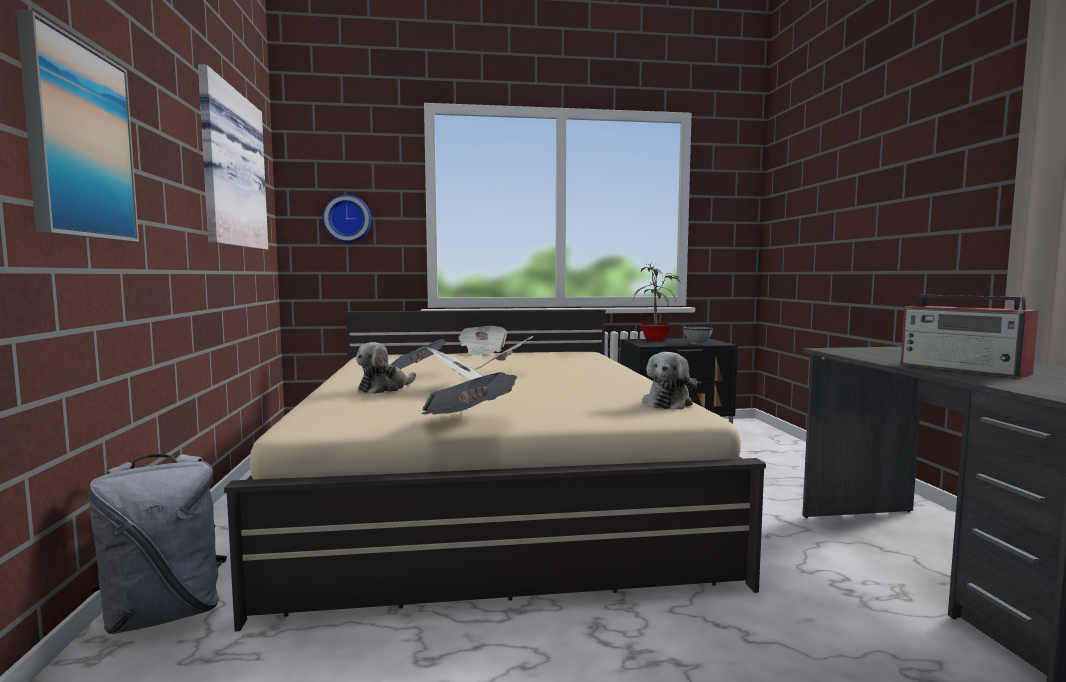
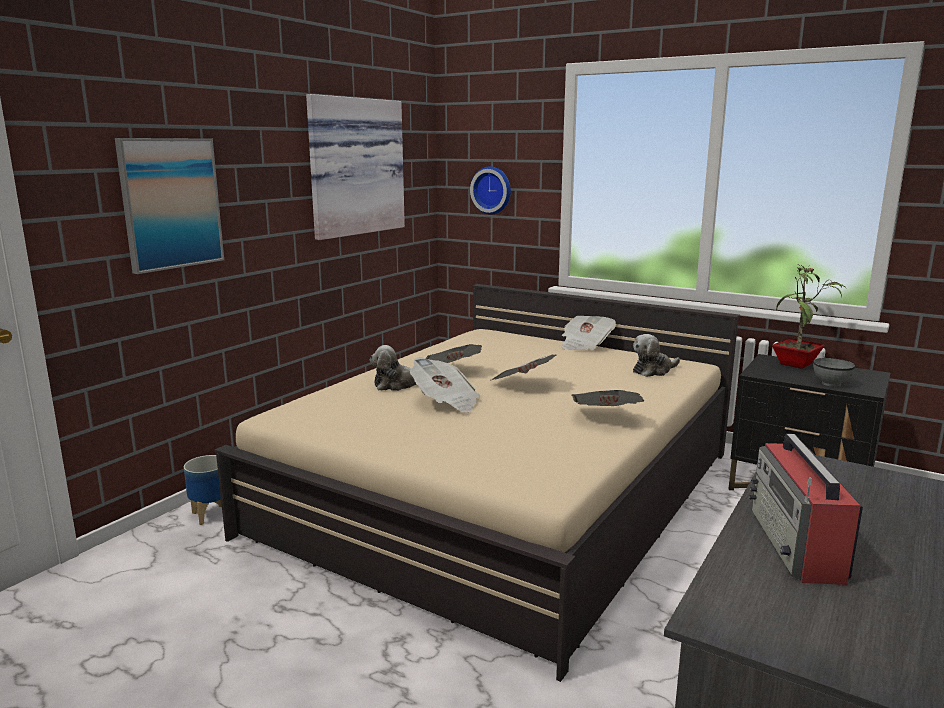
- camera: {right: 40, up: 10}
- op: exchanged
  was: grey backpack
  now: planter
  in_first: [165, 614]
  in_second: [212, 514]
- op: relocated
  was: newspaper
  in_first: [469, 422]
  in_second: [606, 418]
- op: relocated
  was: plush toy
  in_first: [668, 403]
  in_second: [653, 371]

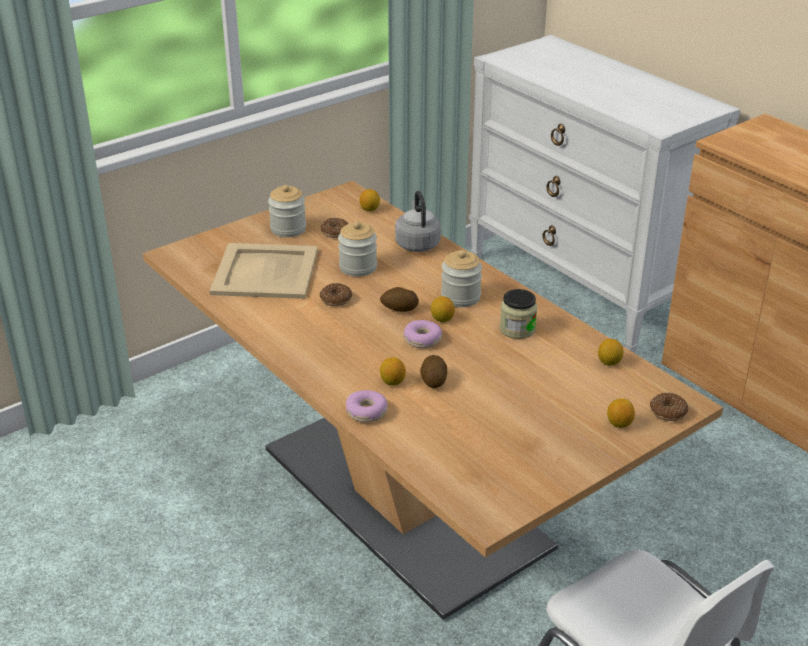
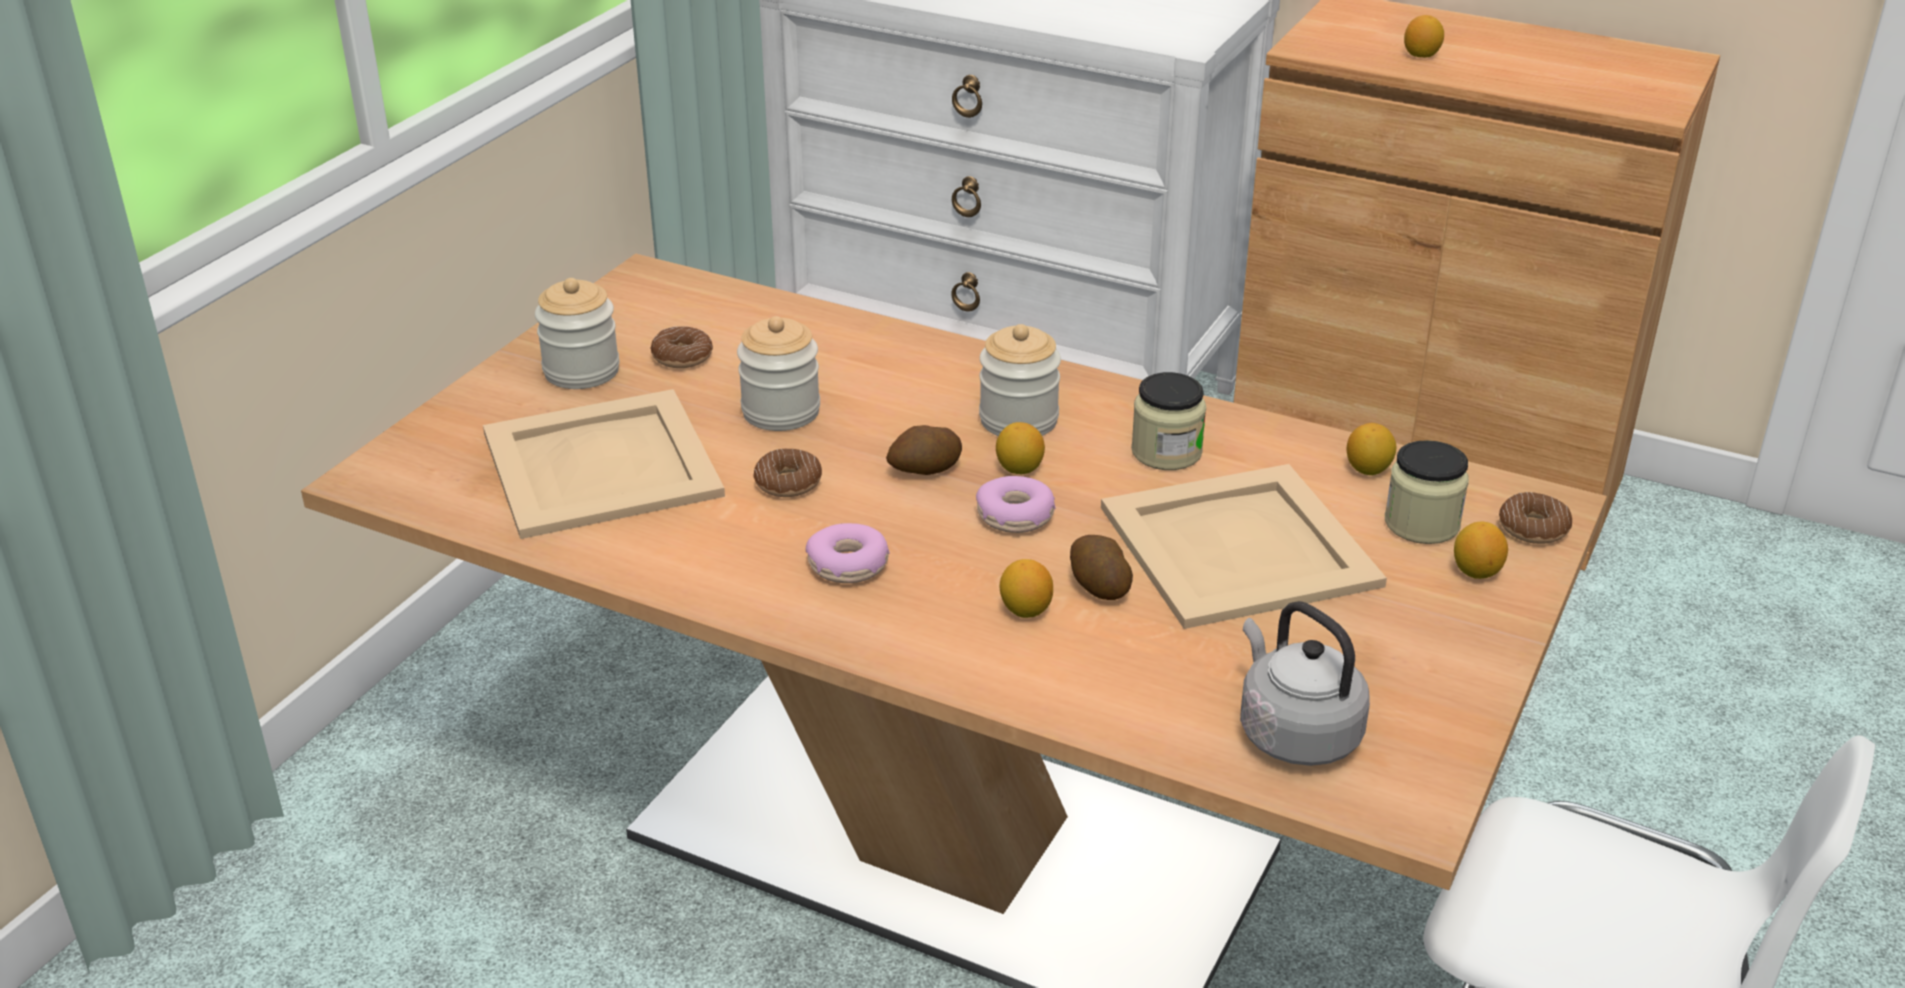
- camera: {right: -25, up: 0}
- op: relocated
  was: donut
  in_first: [366, 412]
  in_second: [848, 565]
- op: relocated
  was: lemon
  in_first: [370, 209]
  in_second: [1421, 55]
- op: relocated
  was: grey kettle
  in_first: [417, 243]
  in_second: [1294, 733]
- op: appeared
  now: beige tray
  in_second: [1241, 547]
- op: appeared
  now: jar
  in_second: [1421, 524]

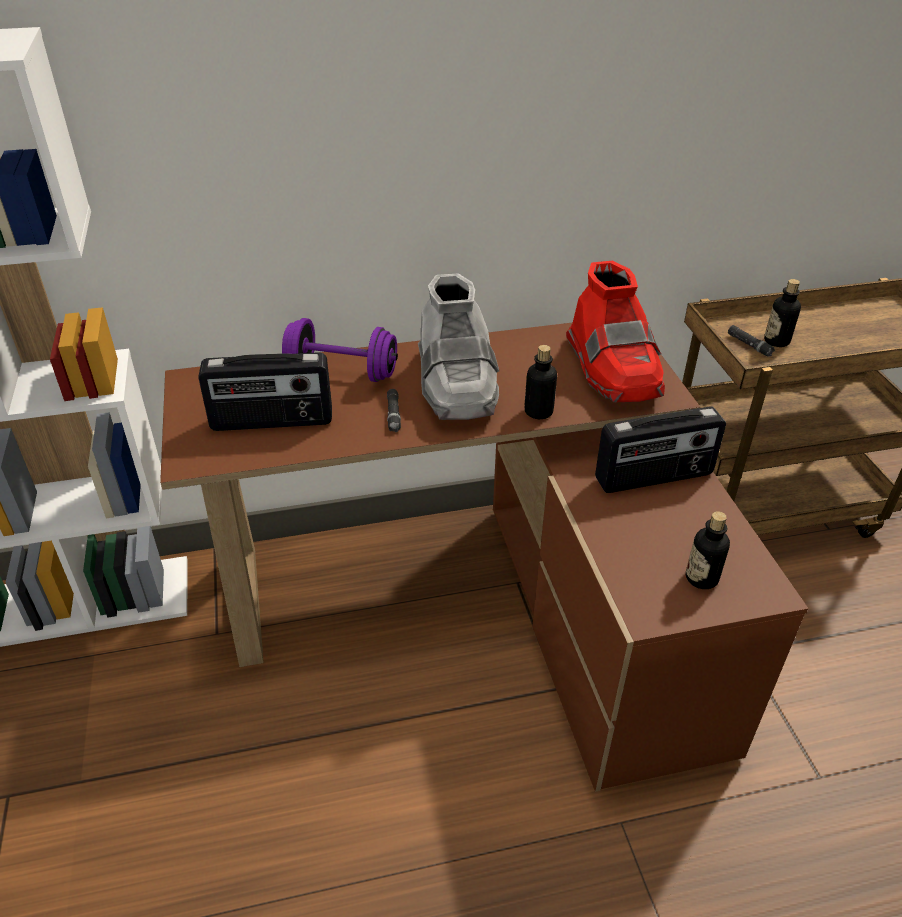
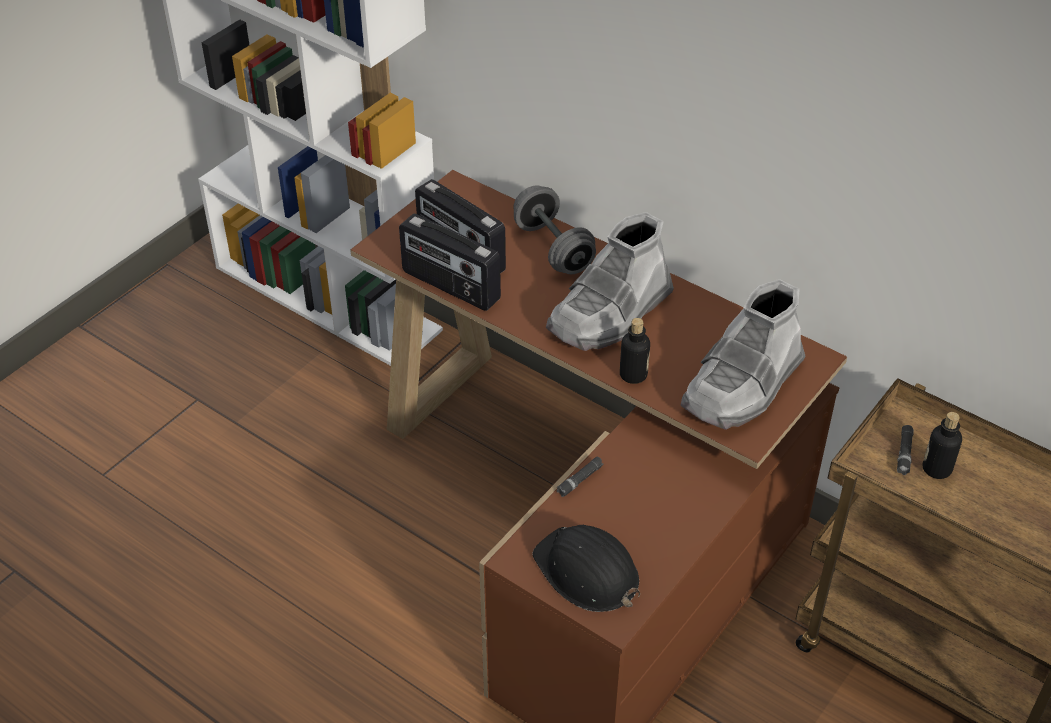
- camera: {right: 50, up: 5}
- op: colour
  was: purple dumbbell
  now: grey dumbbell
  in_first: [342, 372]
  in_second: [553, 248]
- op: relocated
  was: black flashlight
  in_first: [393, 414]
  in_second: [580, 480]
- op: colour
  was: red boot
  now: grey boot
  in_first: [612, 370]
  in_second: [743, 386]
- op: relocated
  was: radio
  in_first: [654, 477]
  in_second: [450, 286]
- op: exchanged
  was: bottle
  now: black hard hat
  in_first: [701, 578]
  in_second: [587, 572]

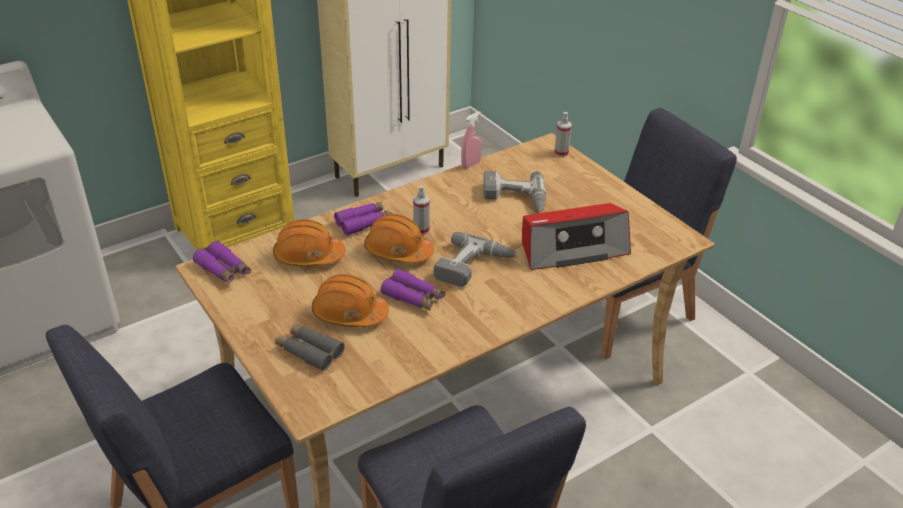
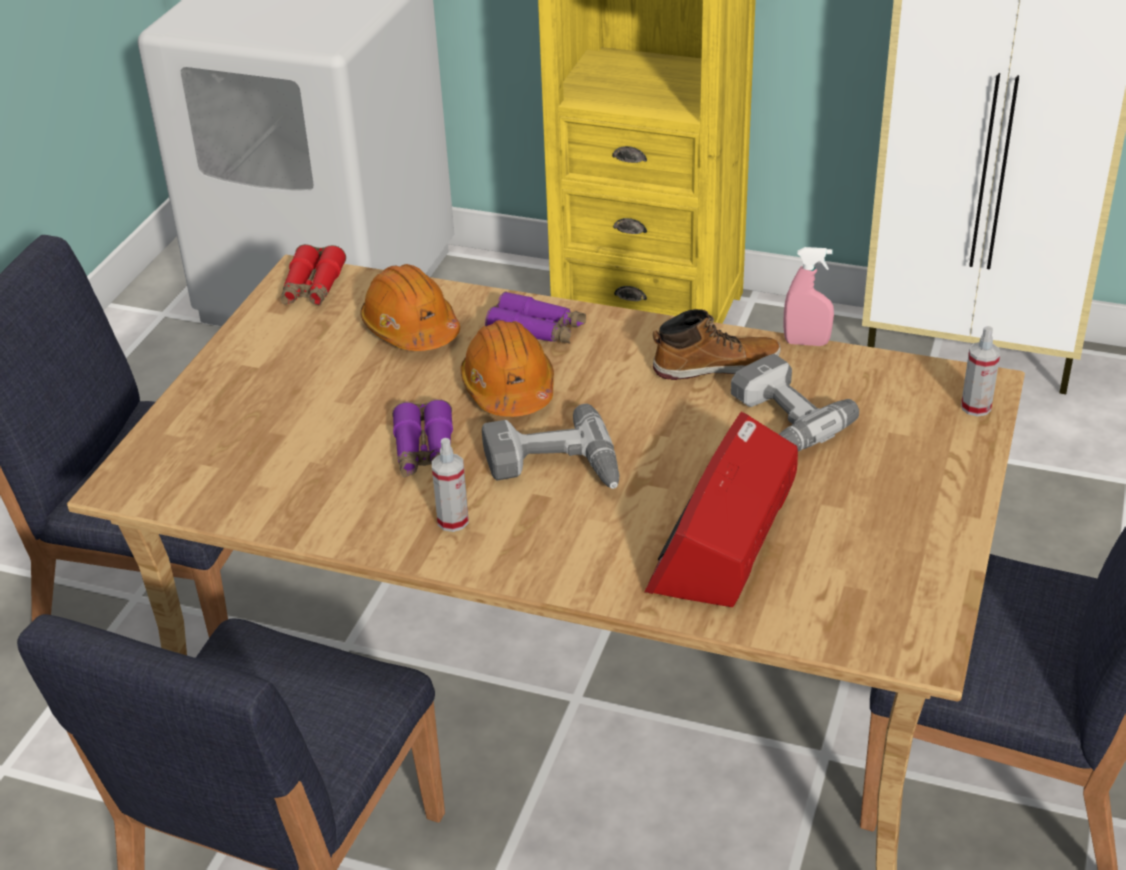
- camera: {right: 55, up: 0}
- op: colour
  was: purple binoculars
  now: red binoculars
  in_first: [223, 269]
  in_second: [312, 287]
- op: missing
  was: grey binoculars
  in_first: [309, 351]
- op: missing
  was: orange hard hat
  in_first: [349, 313]
- op: relocated
  was: spray bottle
  in_first: [421, 230]
  in_second: [453, 521]
- op: spun
  was: radio
  in_first: [572, 248]
  in_second: [724, 538]
  clockwise: 75
- op: appeared
  now: boot
  in_second: [715, 365]

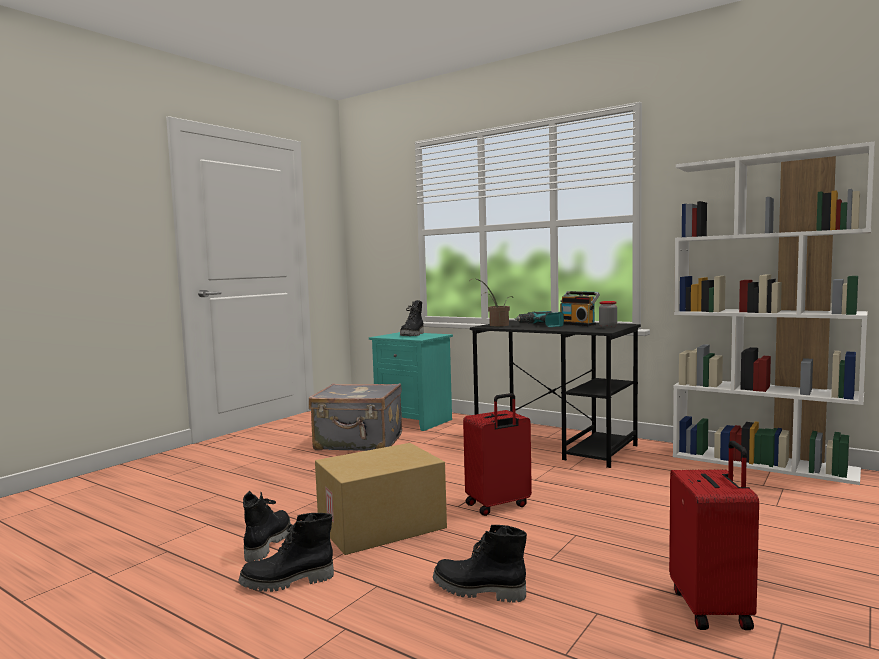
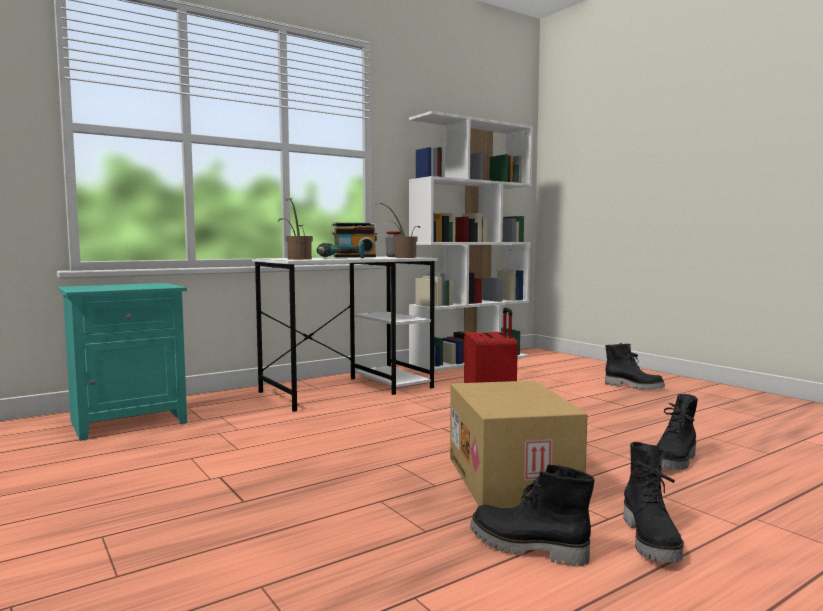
- camera: {right: -70, up: 0}
- op: missing
  was: grey suitcase
  in_first: [359, 443]
- op: relocated
  was: black boot
  in_first: [413, 335]
  in_second: [634, 386]
- op: colour
  was: black desk
  now: white desk
  in_first: [556, 445]
  in_second: [348, 389]
- op: missing
  was: red suitcase
  in_first: [712, 608]
- op: appeared
  now: potted plant
  in_second: [402, 257]

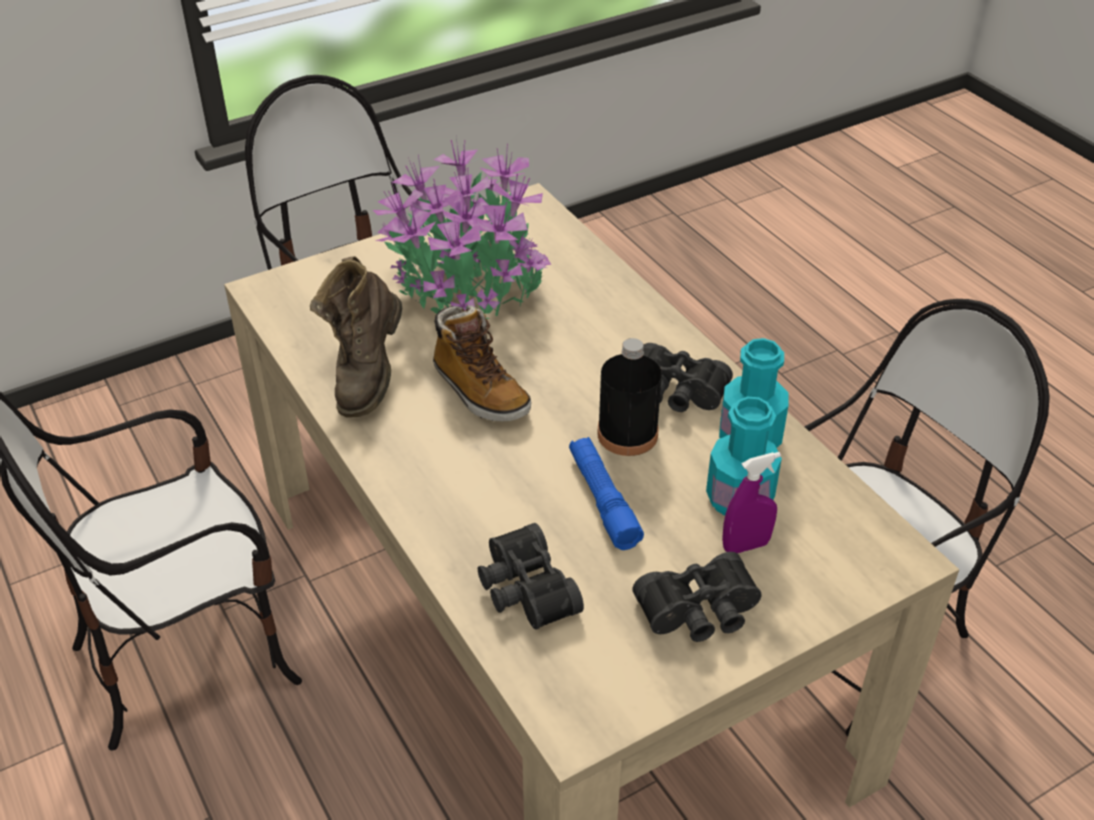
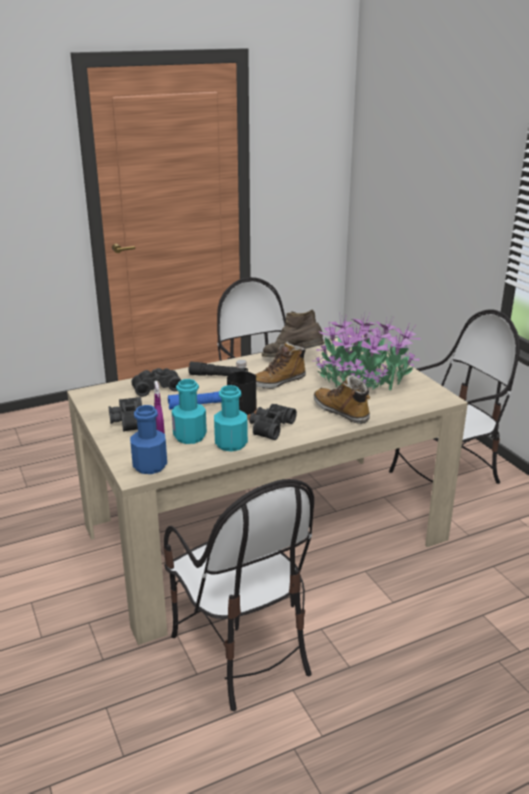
- camera: {right: 95, up: -15}
- op: appeared
  now: blue bottle
  in_second: [150, 466]
- op: appeared
  now: black flashlight
  in_second: [218, 376]
- op: appeared
  now: boot
  in_second: [341, 412]

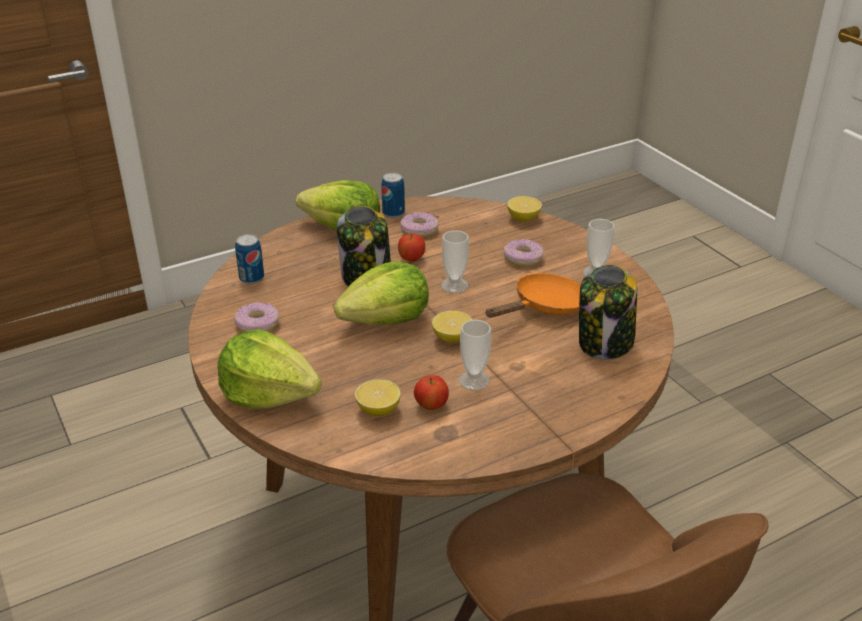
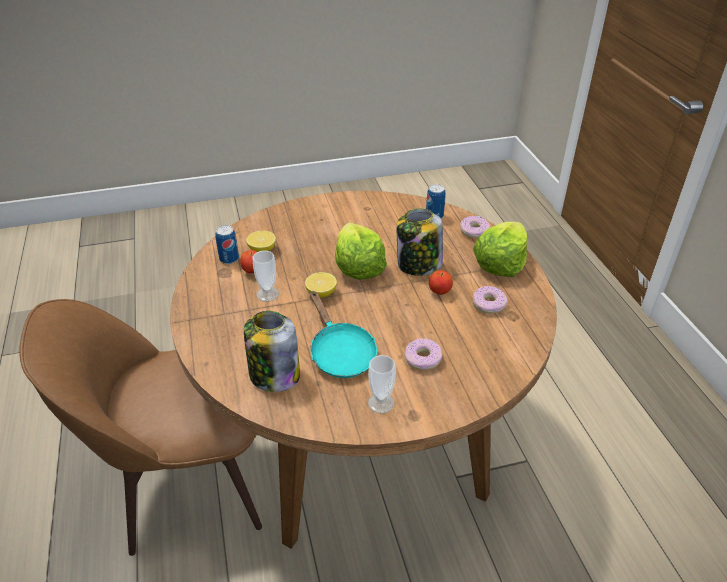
- camera: {right: 105, up: 5}
- op: missing
  was: lettuce
  in_first: [269, 394]
- op: relocated
  was: donut
  in_first: [257, 324]
  in_second: [474, 231]
- op: relocated
  was: can
  in_first: [393, 213]
  in_second: [229, 259]
- op: missing
  was: cup
  in_first: [454, 285]
- op: colour
  was: orange frying pan
  now: turquoise frying pan
  in_first: [545, 307]
  in_second: [340, 353]
- op: missing
  was: lemon
  in_first: [523, 218]

